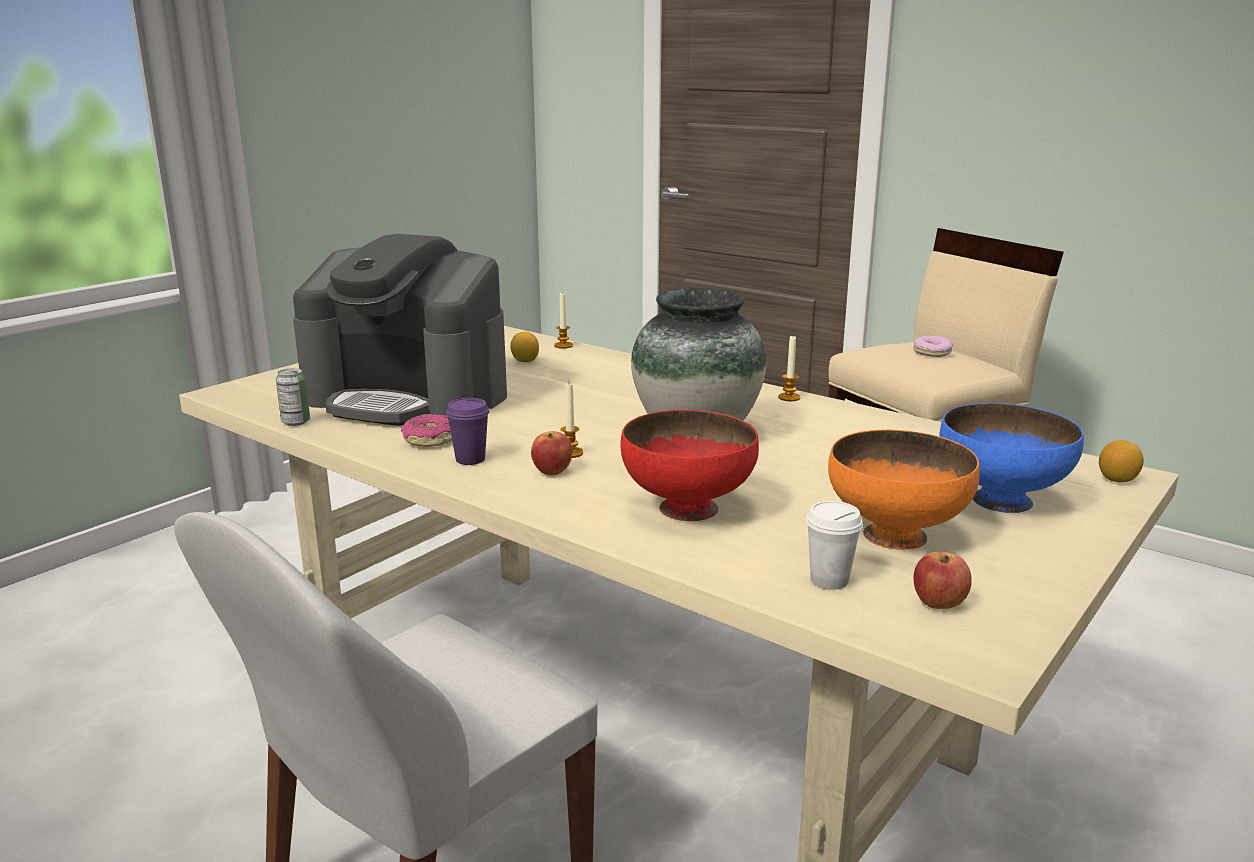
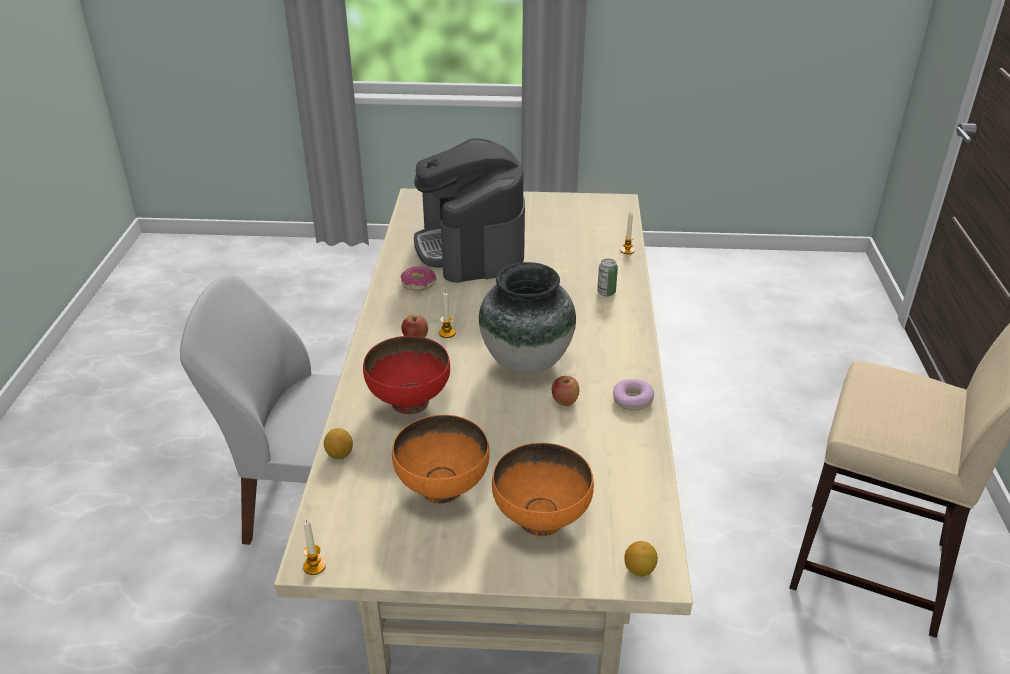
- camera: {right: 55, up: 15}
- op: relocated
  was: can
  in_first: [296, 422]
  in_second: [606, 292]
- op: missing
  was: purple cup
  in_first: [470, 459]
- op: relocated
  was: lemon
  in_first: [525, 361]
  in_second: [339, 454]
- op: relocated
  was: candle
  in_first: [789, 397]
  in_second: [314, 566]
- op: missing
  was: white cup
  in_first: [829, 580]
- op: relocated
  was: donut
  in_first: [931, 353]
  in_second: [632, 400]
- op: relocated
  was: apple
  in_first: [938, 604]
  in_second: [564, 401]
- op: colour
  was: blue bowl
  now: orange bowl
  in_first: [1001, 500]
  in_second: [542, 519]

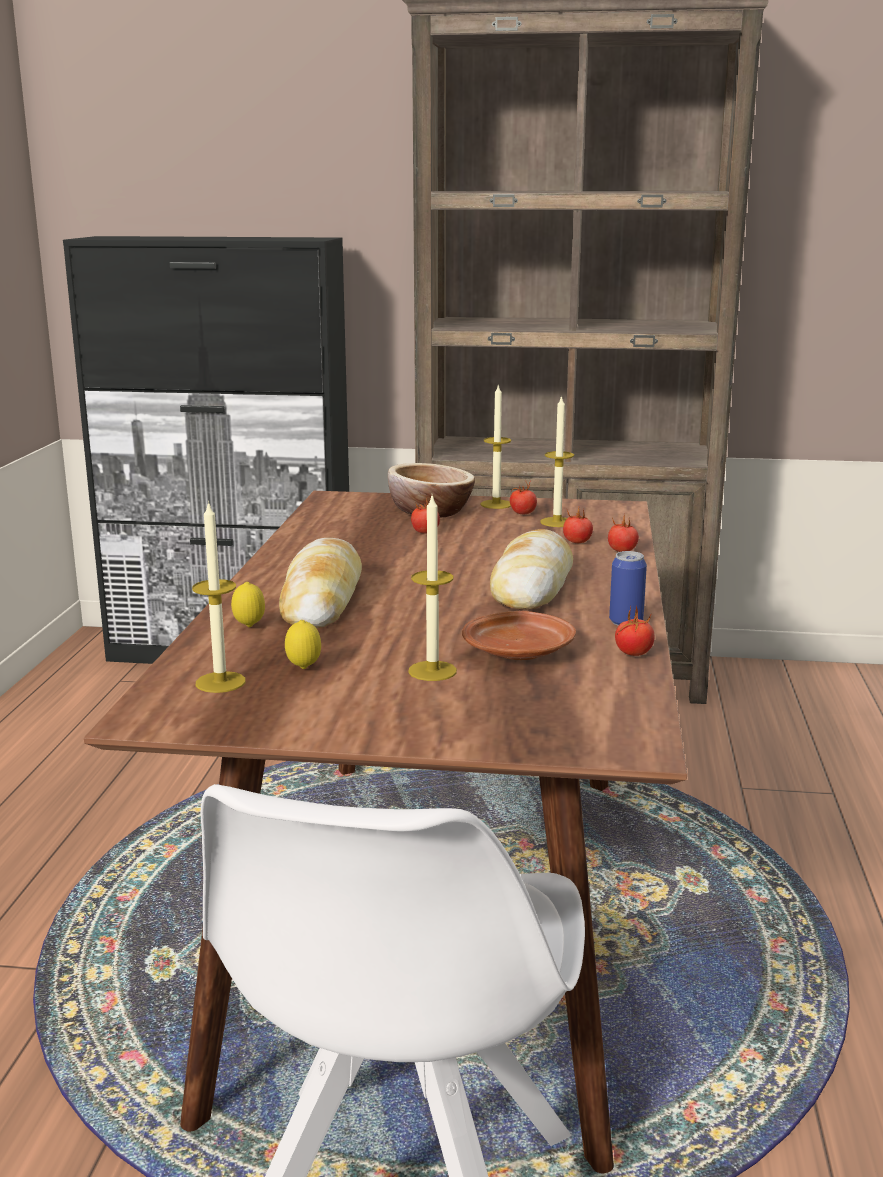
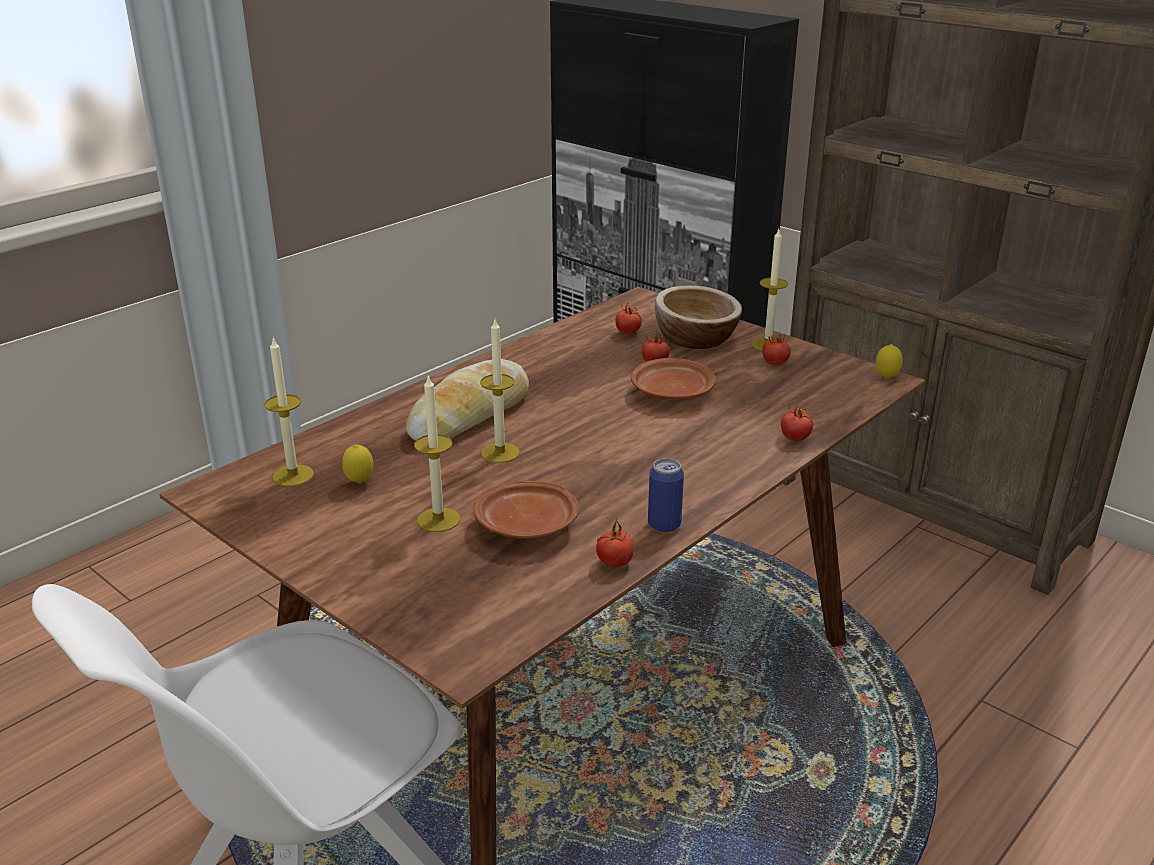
- camera: {right: 35, up: 10}
- op: relocated
  was: lemon
  in_first: [249, 627]
  in_second: [886, 378]
- op: missing
  was: bread
  in_first: [533, 586]
- op: relocated
  was: candle
  in_first: [557, 522]
  in_second: [500, 452]
- op: relocated
  was: tomato
  in_first: [577, 542]
  in_second: [628, 332]
- op: appeared
  now: brown plate
  in_second: [671, 392]

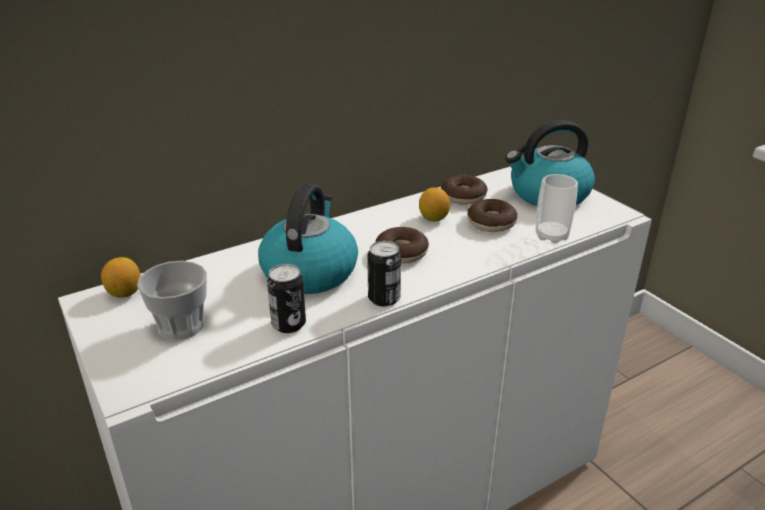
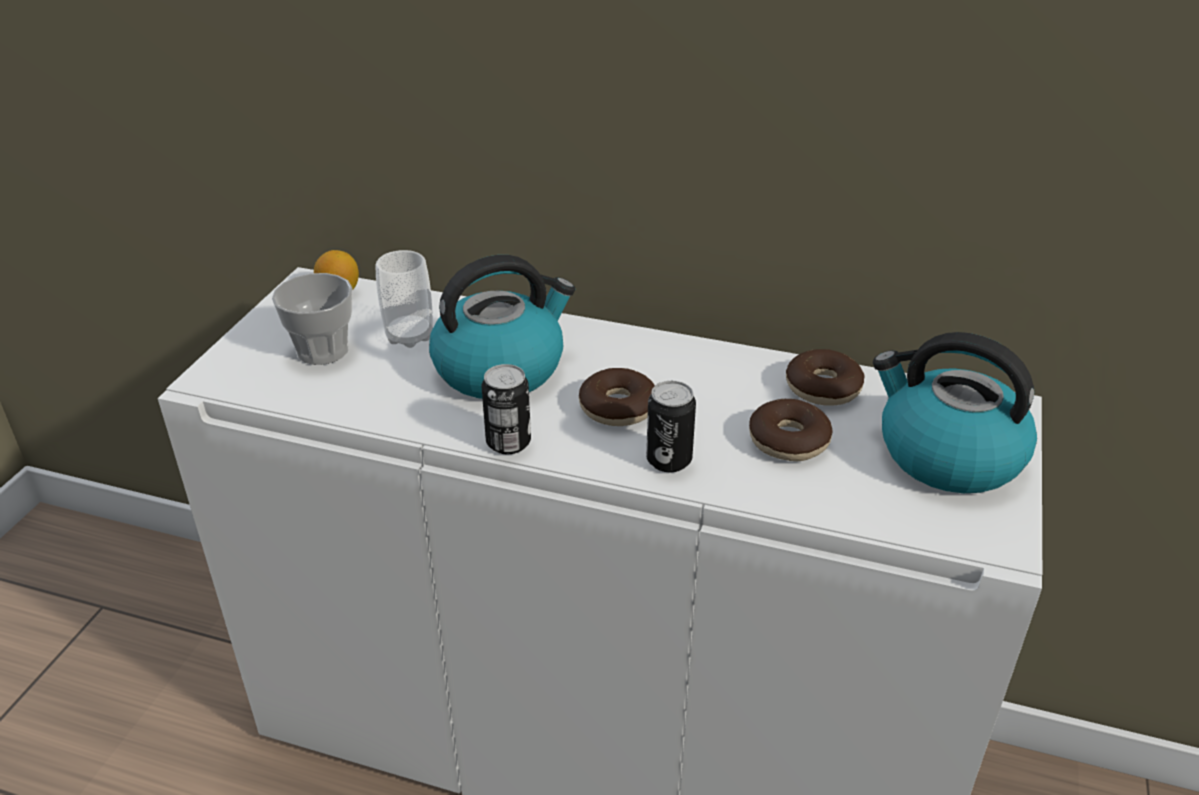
- camera: {right: 50, up: 5}
- op: relocated
  was: can
  in_first: [289, 324]
  in_second: [669, 460]
- op: missing
  was: lemon
  in_first: [433, 218]
- op: relocated
  was: cup
  in_first: [551, 236]
  in_second: [409, 336]

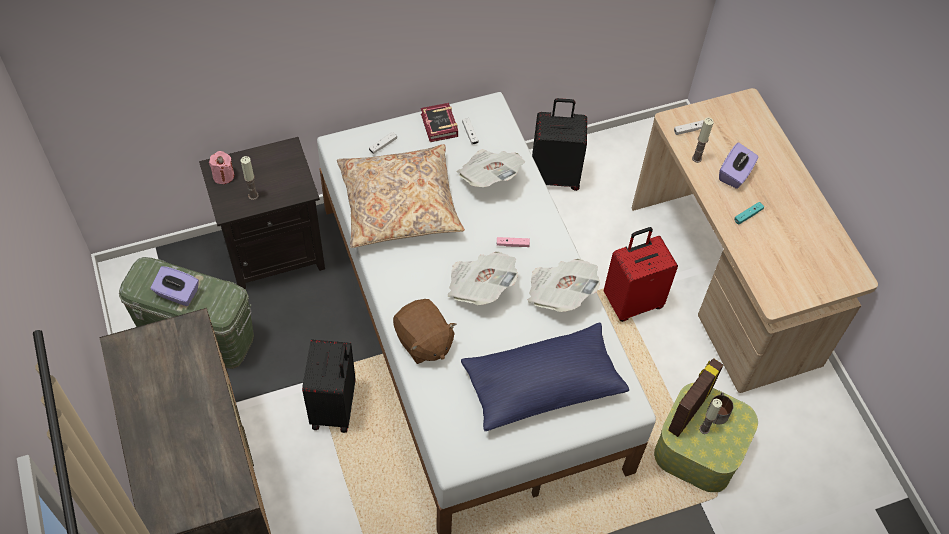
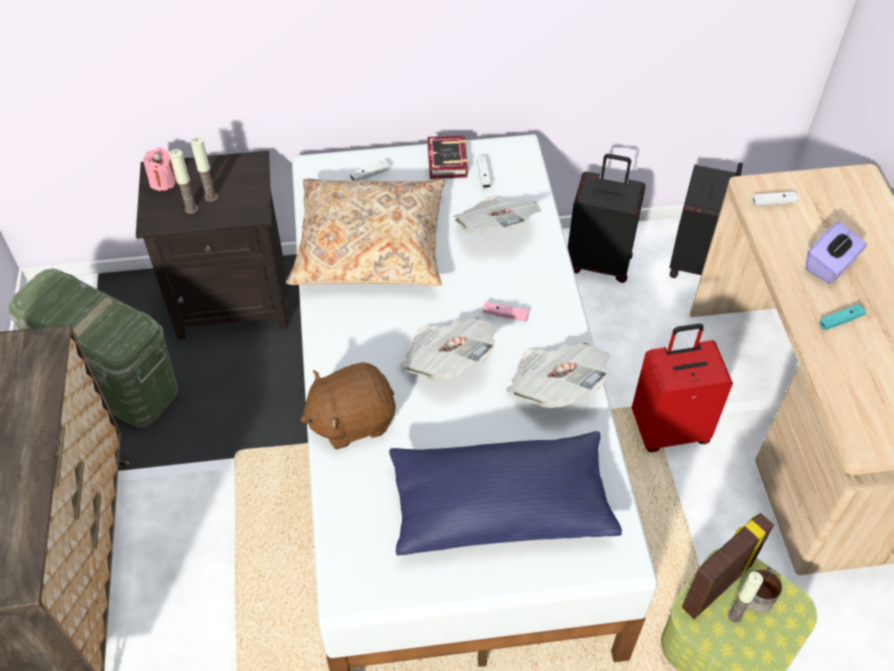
- camera: {right: 15, up: -5}
- op: missing
  was: purple tissue box
  in_first: [177, 294]
- op: relocated
  was: black suitcase
  in_first: [335, 407]
  in_second: [694, 261]
- op: spun
  was: brown plush toy
  in_first: [423, 341]
  in_second: [351, 420]
  clockwise: 90
- op: relocated
  was: candle
  in_first: [696, 158]
  in_second: [211, 197]

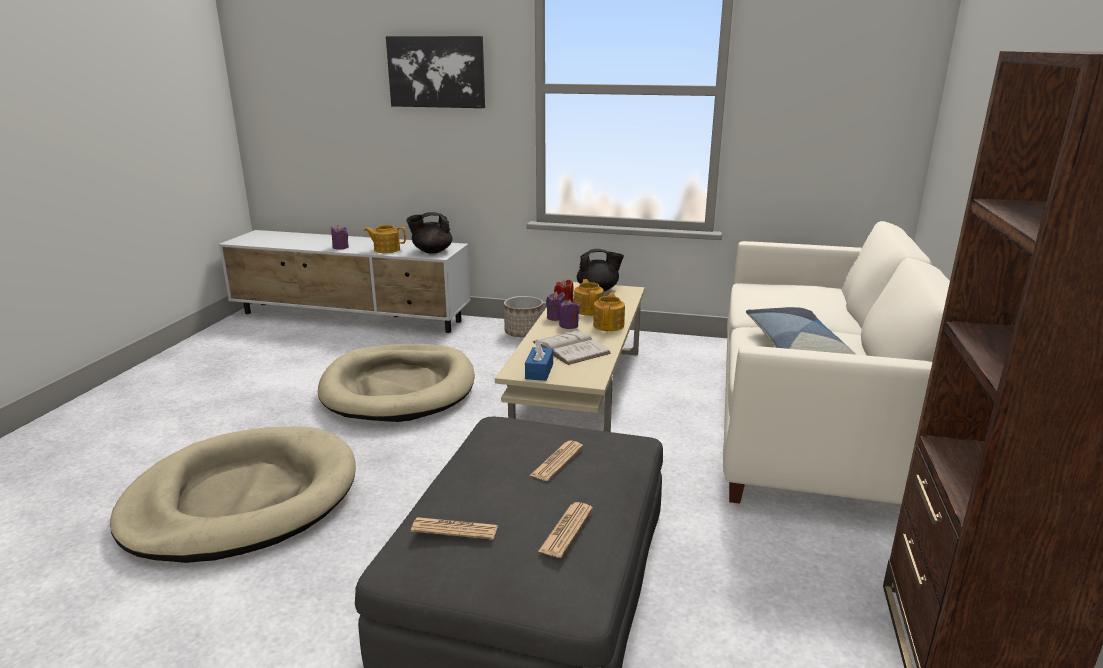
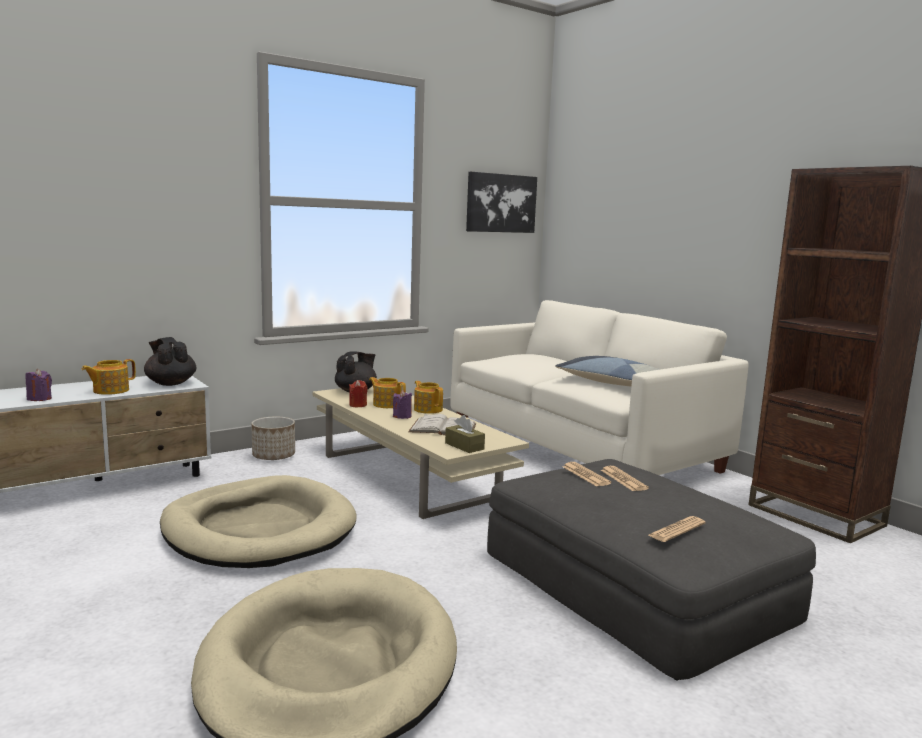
- camera: {right: -50, up: -10}
- op: relocated
  was: picture
  in_first: [436, 72]
  in_second: [501, 203]
- op: spun
  was: black teapot
  in_first: [431, 251]
  in_second: [170, 383]
  clockwise: 120
- op: colour
  was: blue tissue box
  now: brown tissue box
  in_first: [539, 371]
  in_second: [464, 446]
- op: relocated
  was: newspaper
  in_first: [566, 530]
  in_second: [586, 475]
- op: missing
  was: purple candle
  in_first: [556, 317]

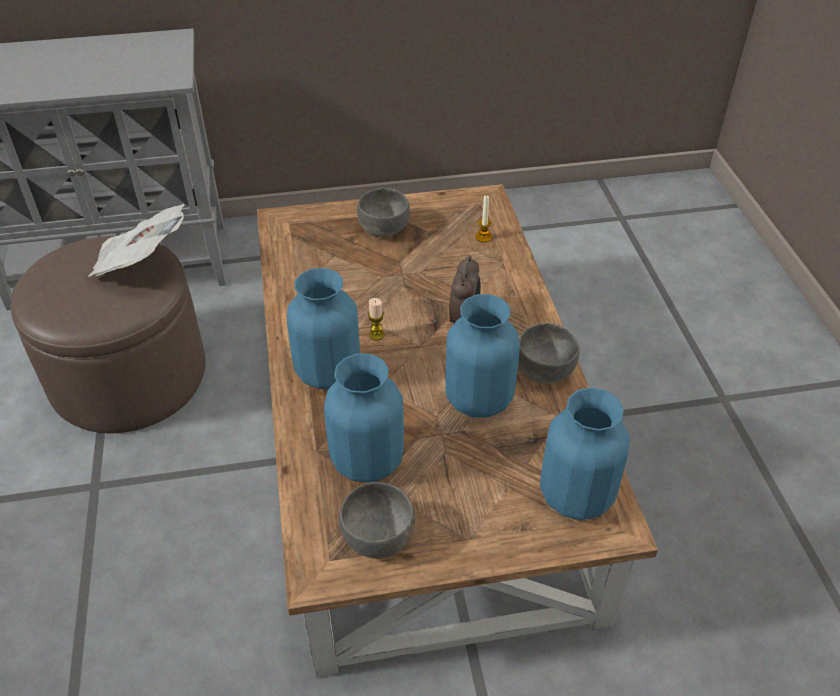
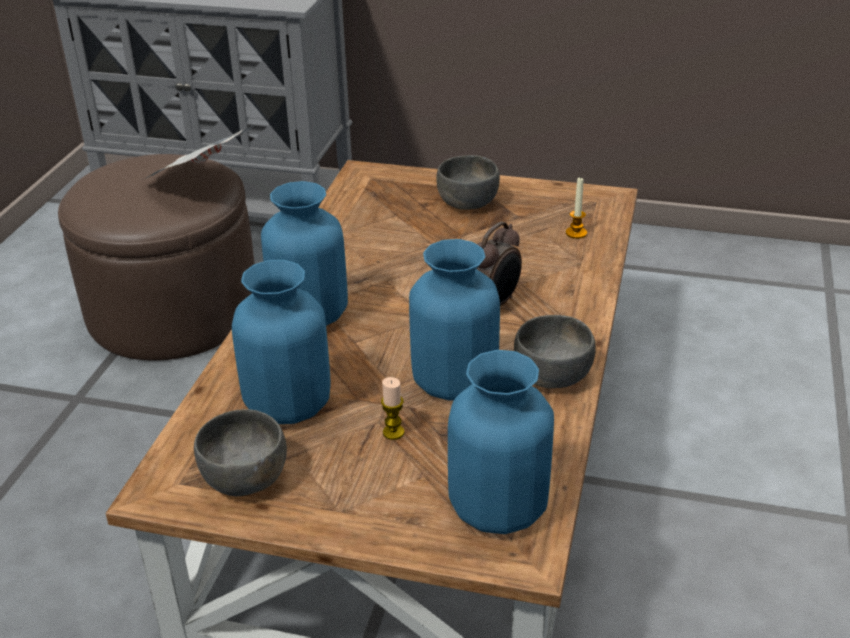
- camera: {right: 25, up: -10}
- op: relocated
  was: candle
  in_first: [376, 335]
  in_second: [393, 432]

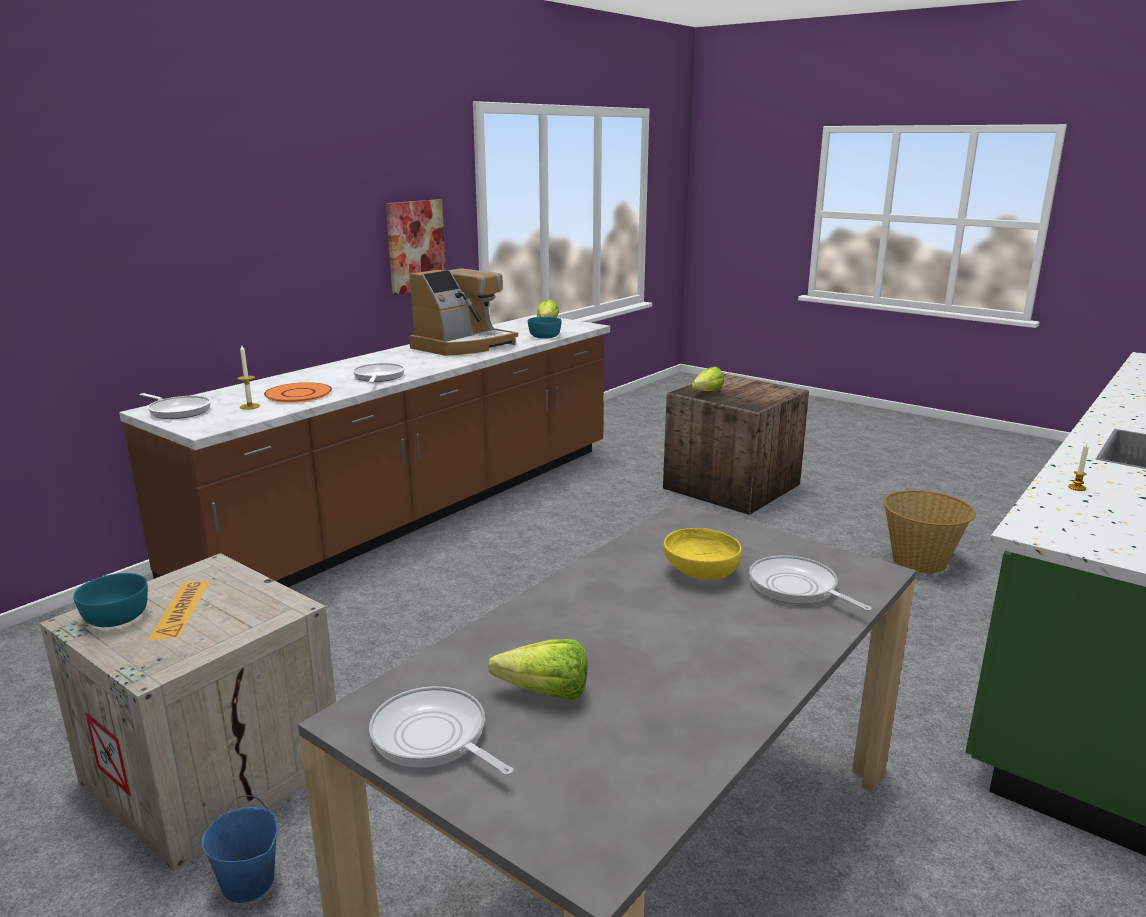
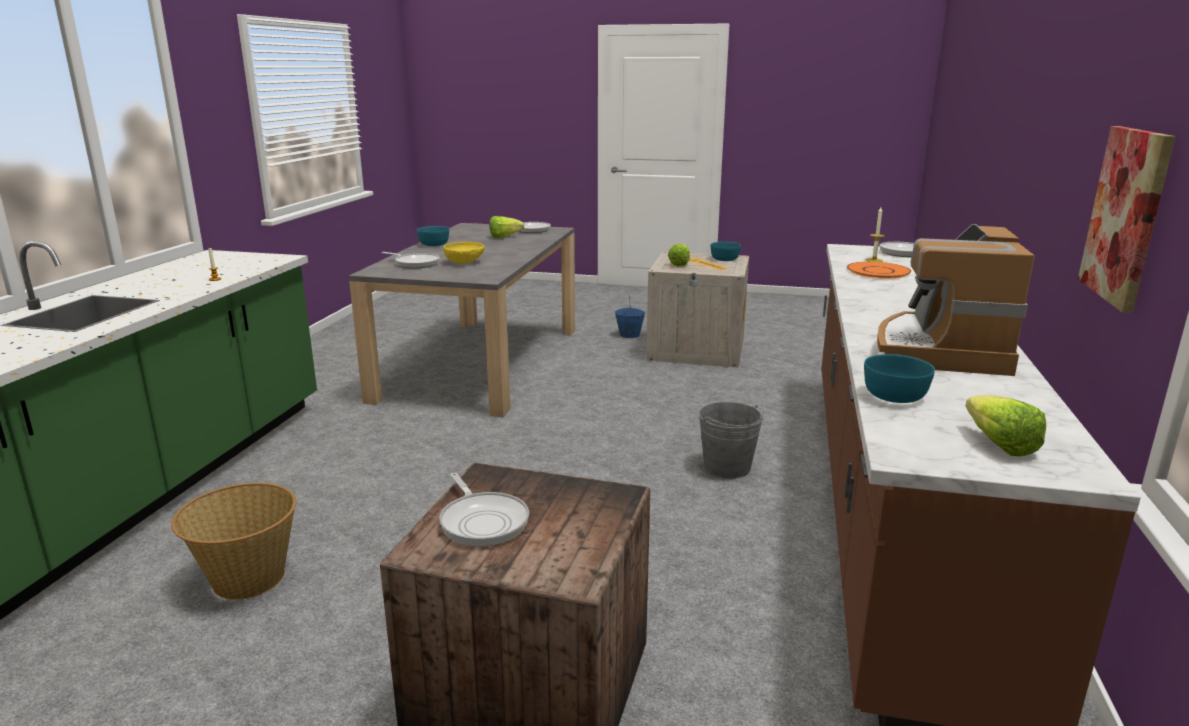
- camera: {right: 155, up: 0}
- op: relocated
  was: frying pan
  in_first: [378, 377]
  in_second: [483, 521]
- op: relocated
  was: lettuce
  in_first: [704, 393]
  in_second: [681, 263]
- op: appeared
  now: turquoise bowl
  in_second: [434, 244]
- op: appeared
  now: grey bucket
  in_second: [727, 467]

